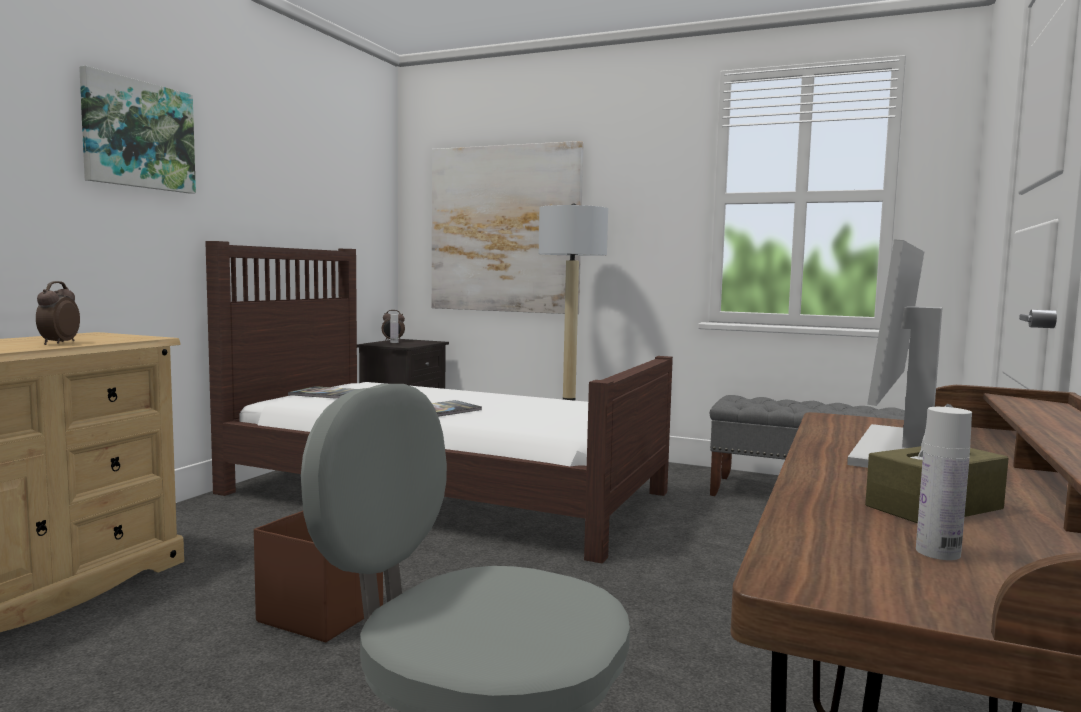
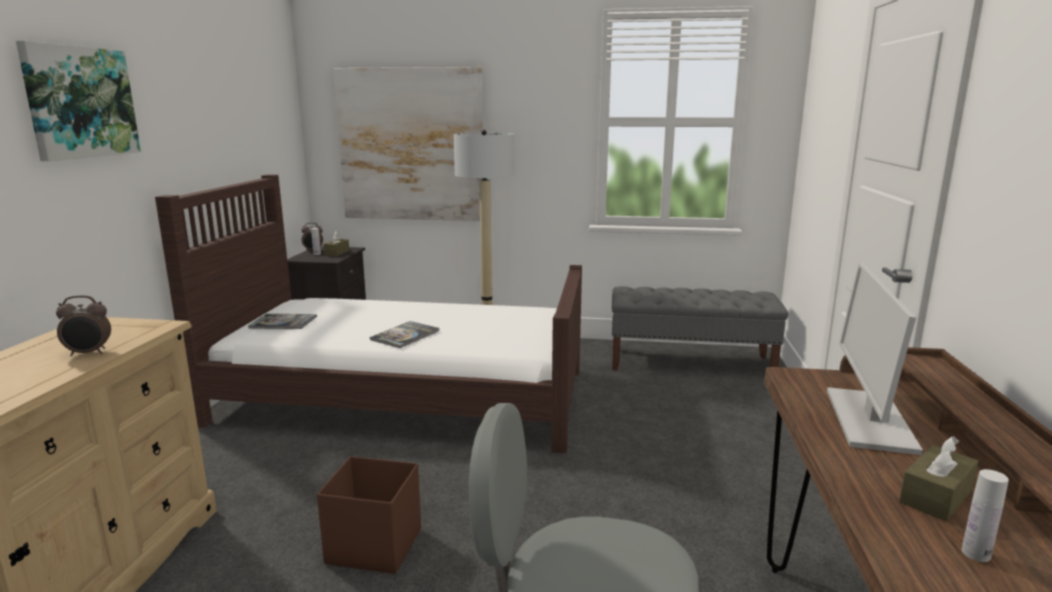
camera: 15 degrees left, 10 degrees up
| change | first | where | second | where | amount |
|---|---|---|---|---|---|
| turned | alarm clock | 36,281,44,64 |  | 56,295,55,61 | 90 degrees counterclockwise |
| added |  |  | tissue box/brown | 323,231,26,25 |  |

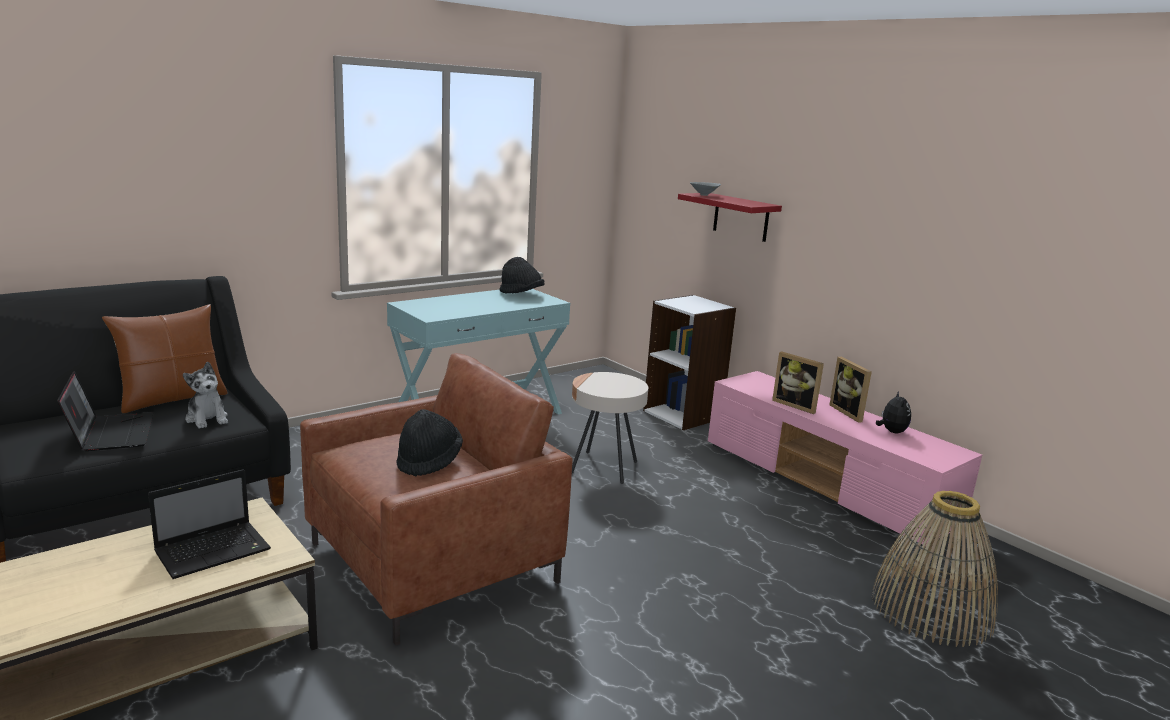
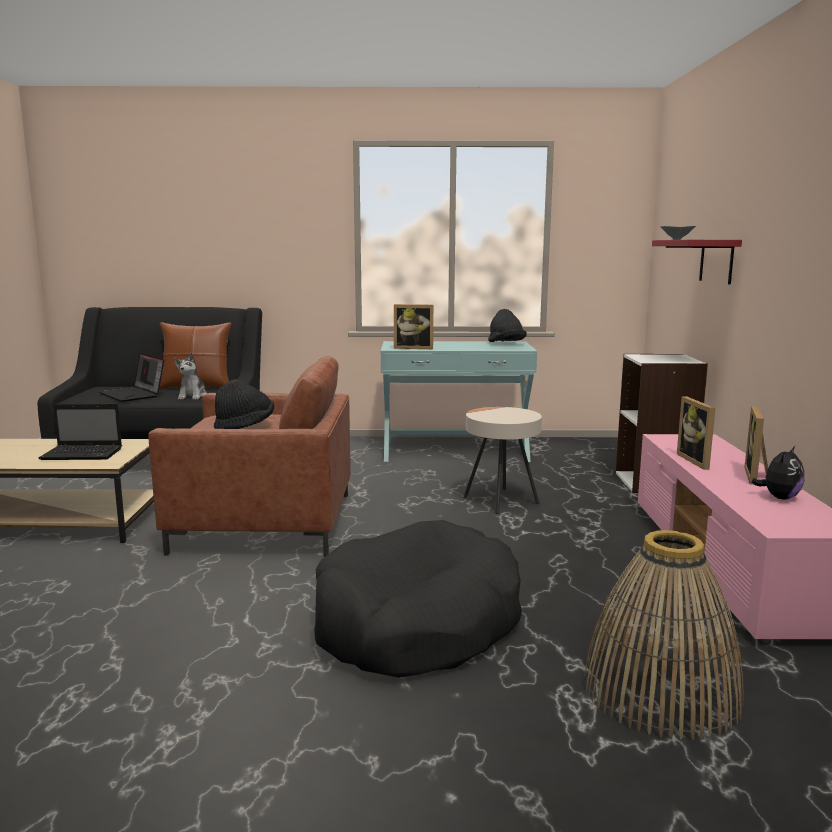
camera: 40 degrees right, 5 degrees down
| change | first | where | second | where | amount |
|---|---|---|---|---|---|
| turned | laptop | 57,371,96,80 |  | 99,353,65,49 | 120 degrees clockwise |
| added |  |  | dog bed/black | 314,520,208,158 |  |
| added |  |  | picture frame | 394,304,39,45 |  |

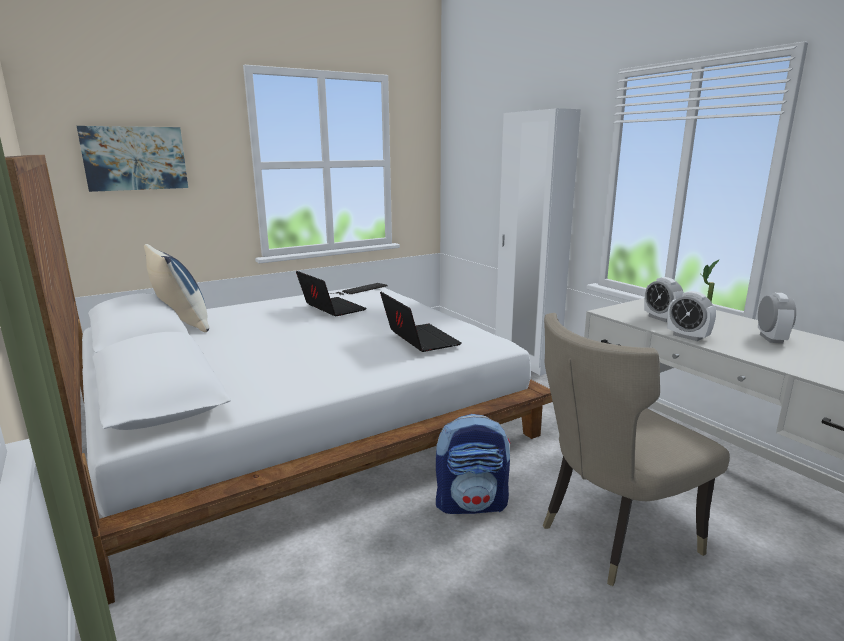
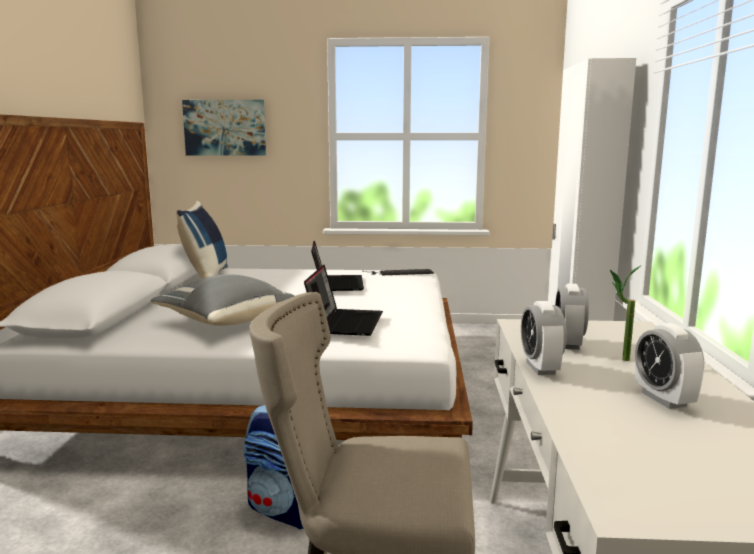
camera: 35 degrees right, 5 degrees down
| change | first | where | second | where | amount |
|---|---|---|---|---|---|
| added |  |  | pillow/grey | 151,274,143,52 |  |
| turned | alarm clock | 758,293,38,50 |  | 635,323,69,86 | 120 degrees clockwise |

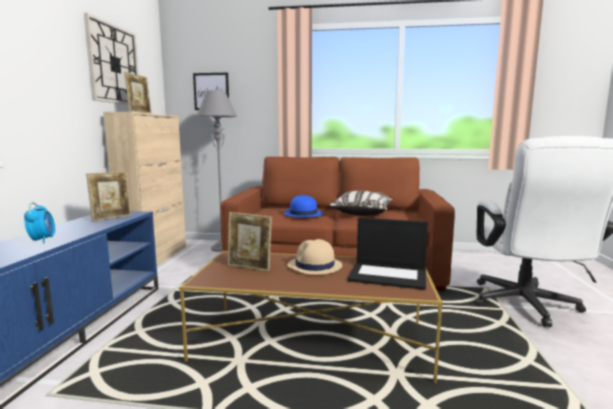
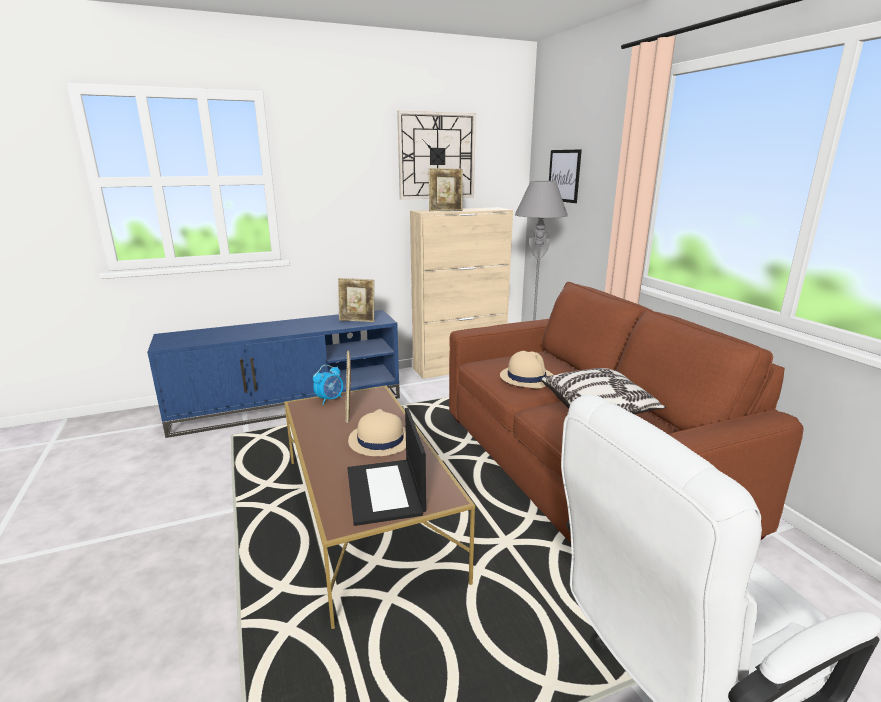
camera: 60 degrees right, 10 degrees up
| change | first | where | second | where | amount |
|---|---|---|---|---|---|
| moved | alarm clock | 24,202,31,41 |  | 313,365,30,40 |  |
| recoloured | hat/blue | 284,195,39,22 | hat/beige | 500,351,53,37 |  |

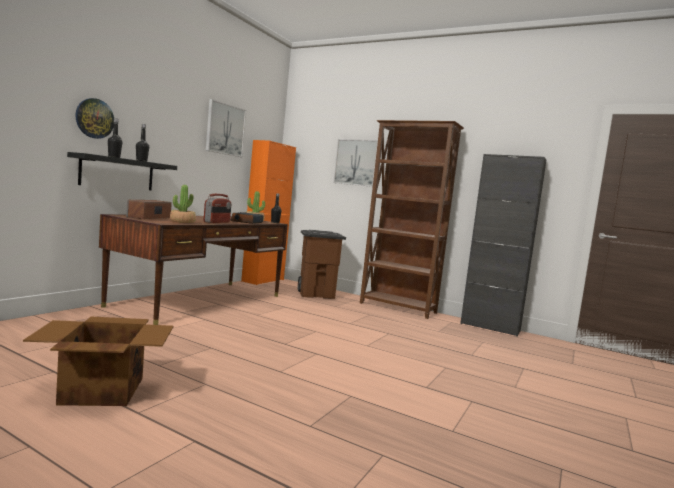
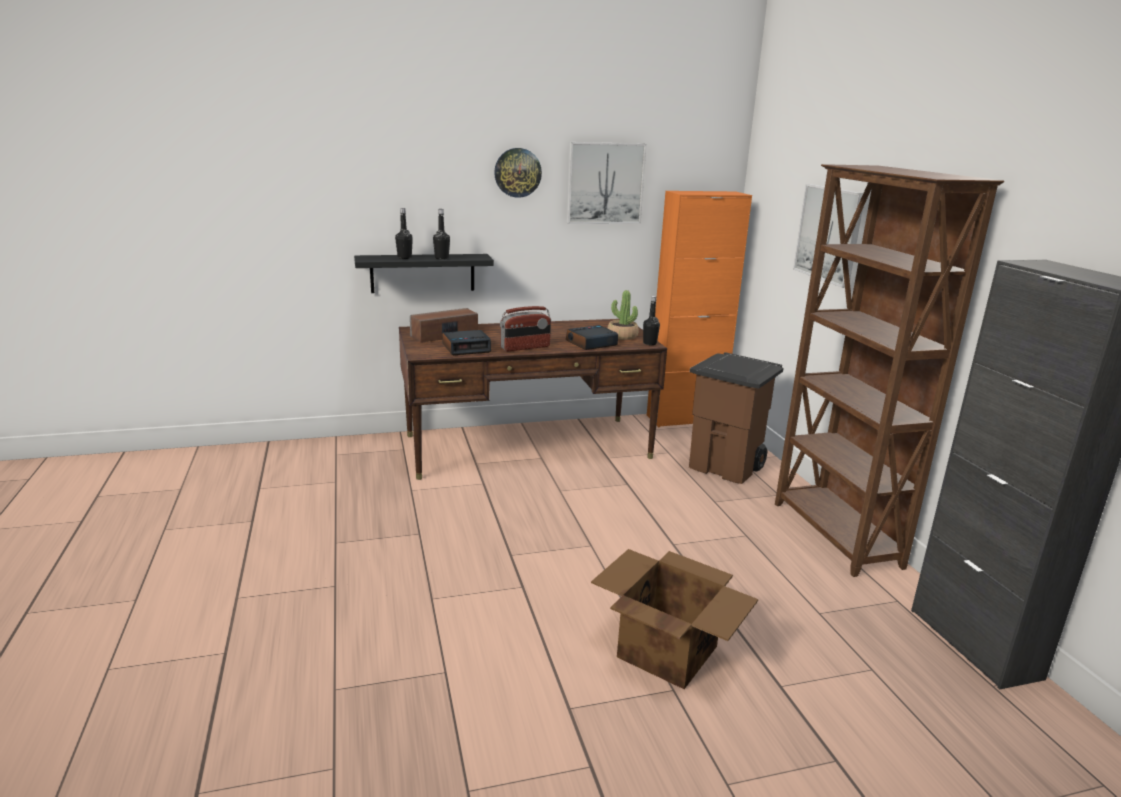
camera: 45 degrees right, 15 degrees up
| change | first | where | second | where | amount |
|---|---|---|---|---|---|
| replaced | potted plant | 170,185,26,38 | alarm clock | 442,330,49,25 |  |
| moved | wall clock | 75,98,39,41 |  | 494,148,48,50 |  |
| moved | cardboard box | 23,317,151,89 |  | 591,549,167,140 |  |

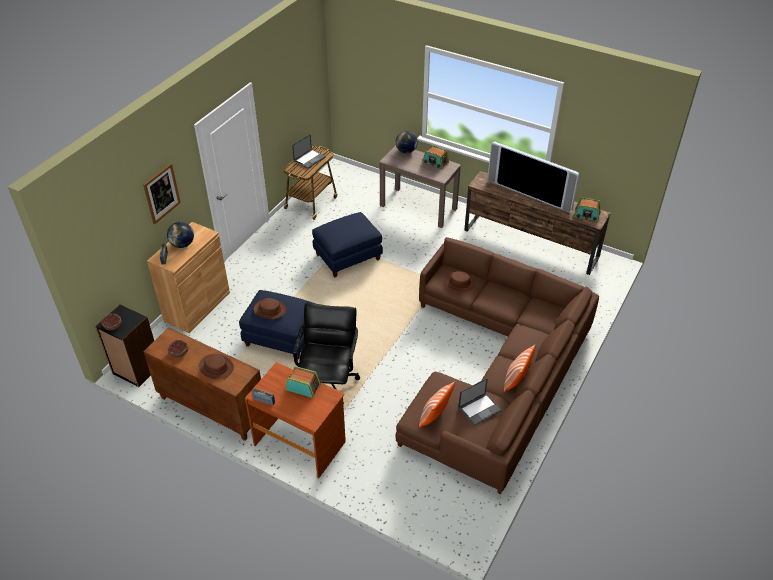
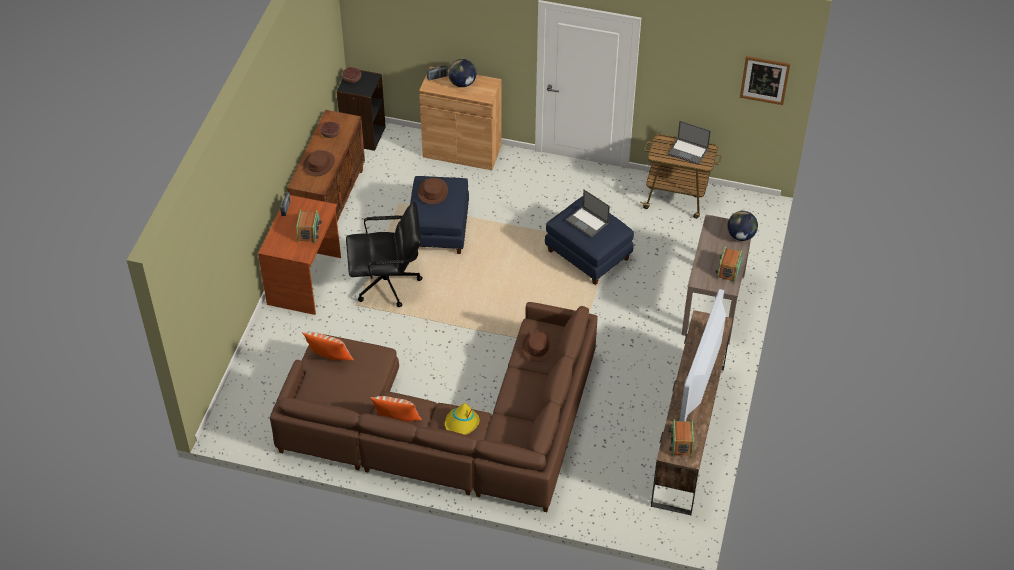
camera: 75 degrees right, 5 degrees up
| change | first | where | second | where | amount |
|---|---|---|---|---|---|
| added |  |  | hat/yellow | 445,403,35,32 |  |
| moved | laptop | 458,378,44,48 |  | 566,190,44,48 |  |
| moved | picture | 143,163,38,61 |  | 740,56,50,49 |  |

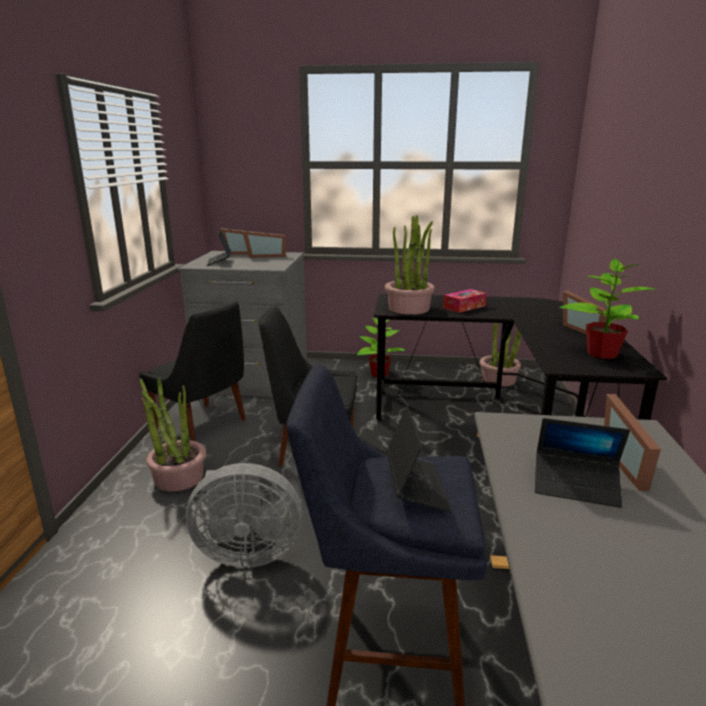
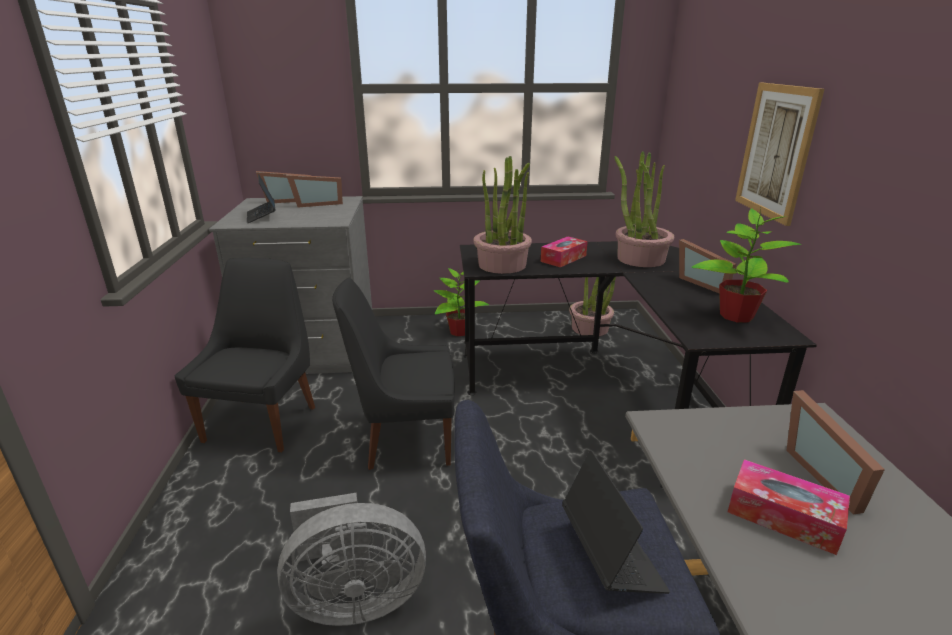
camera: 10 degrees left, 5 degrees up
| change | first | where | second | where | amount |
|---|---|---|---|---|---|
| turned | chair/black | 140,302,106,139 |  | 174,258,141,194 | 105 degrees counterclockwise |
| moved | potted plant | 140,378,66,114 |  | 614,151,60,116 |  |
| replaced | laptop | 535,418,95,90 | tissue box | 728,459,122,96 |  |
| added |  |  | picture | 735,83,89,143 |  |

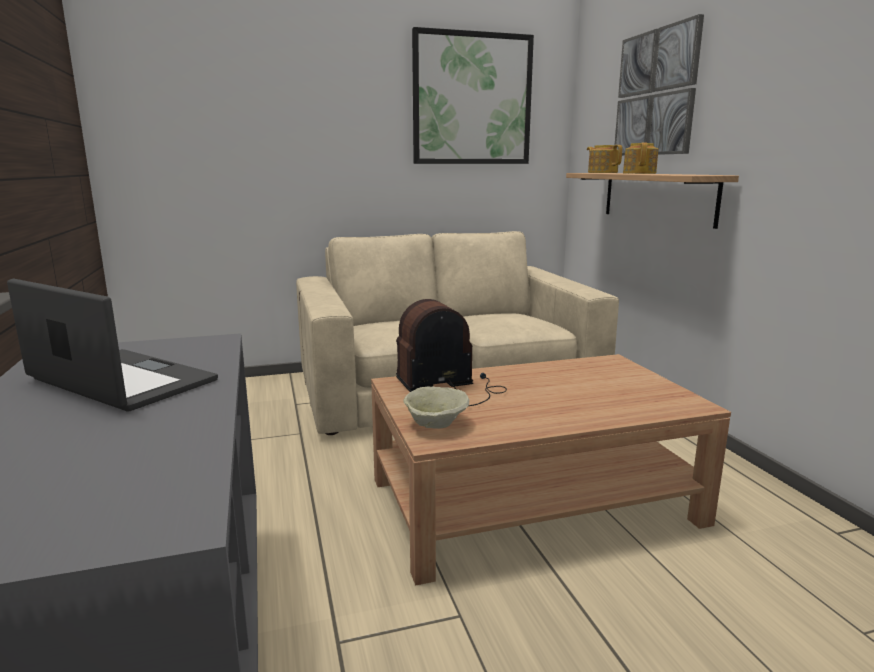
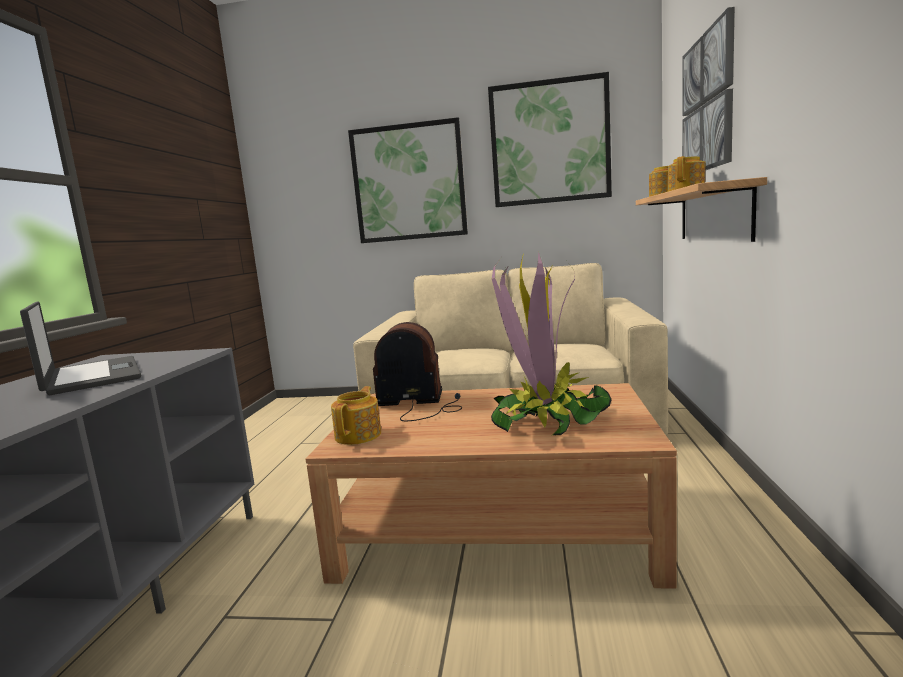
camera: 25 degrees right, 5 degrees down
| change | first | where | second | where | amount |
|---|---|---|---|---|---|
| replaced | bowl/beige | 403,386,67,43 | teapot | 331,386,50,59 |  |
| added |  |  | picture | 348,117,120,126 |  |
| added |  |  | potted plant | 491,251,121,184 |  |

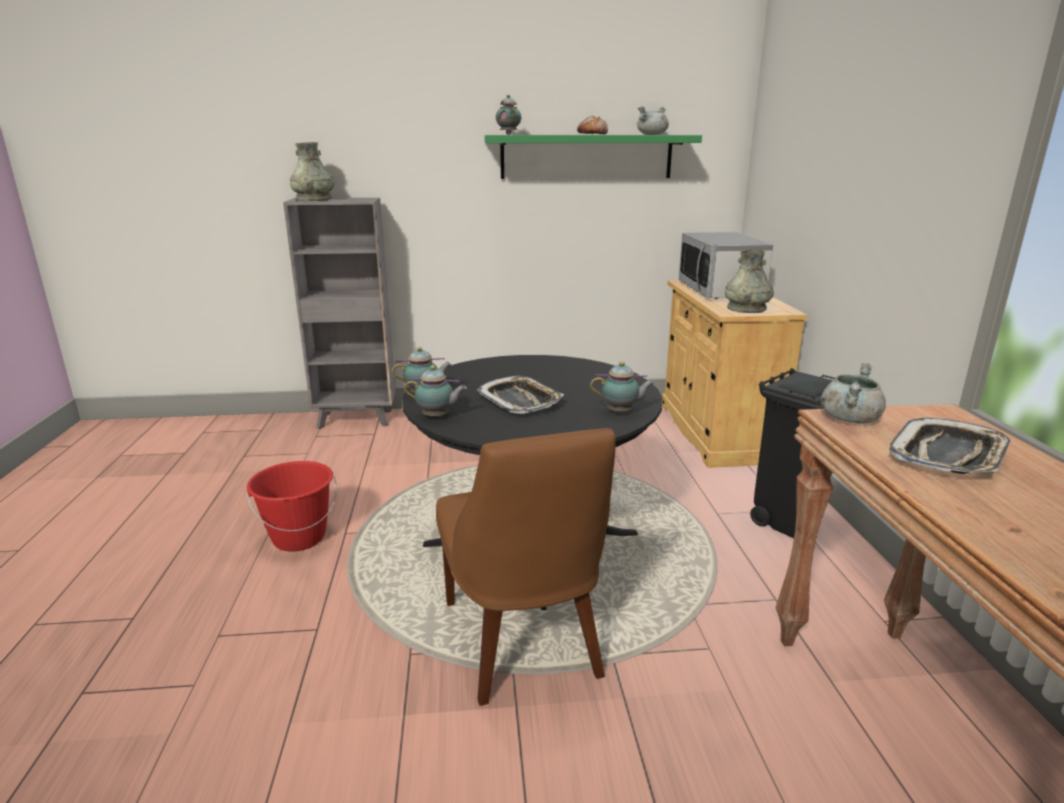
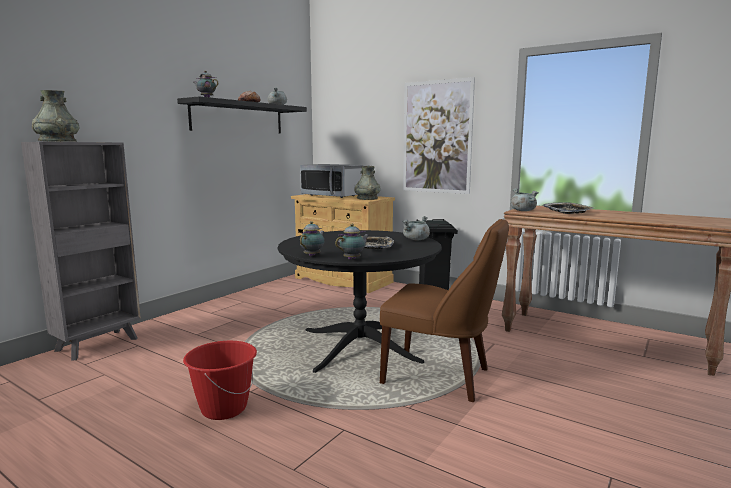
camera: 50 degrees left, 10 degrees down
| change | first | where | second | where | amount |
|---|---|---|---|---|---|
| recoloured | shelf/green | 485,135,217,44 | shelf/black | 177,96,130,37 |  |
| replaced | teapot | 590,362,65,51 | cooking pot/grey | 402,216,28,25 |  |
| added |  |  | picture | 403,77,72,117 |  |

